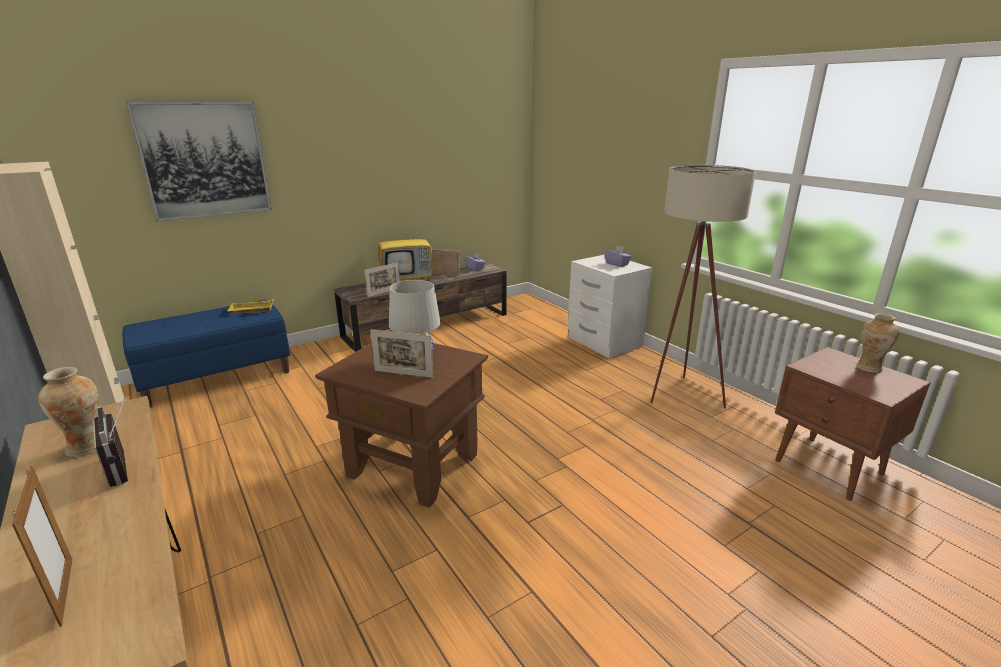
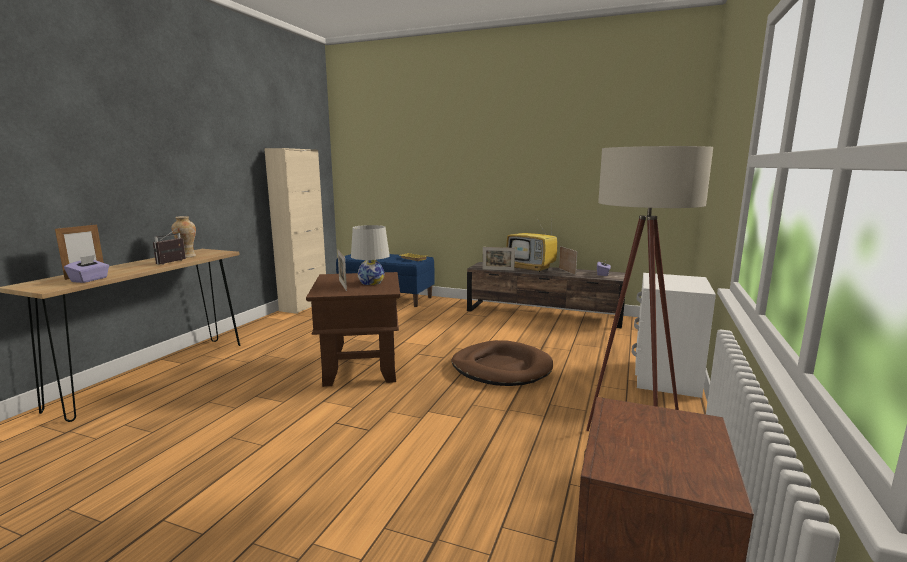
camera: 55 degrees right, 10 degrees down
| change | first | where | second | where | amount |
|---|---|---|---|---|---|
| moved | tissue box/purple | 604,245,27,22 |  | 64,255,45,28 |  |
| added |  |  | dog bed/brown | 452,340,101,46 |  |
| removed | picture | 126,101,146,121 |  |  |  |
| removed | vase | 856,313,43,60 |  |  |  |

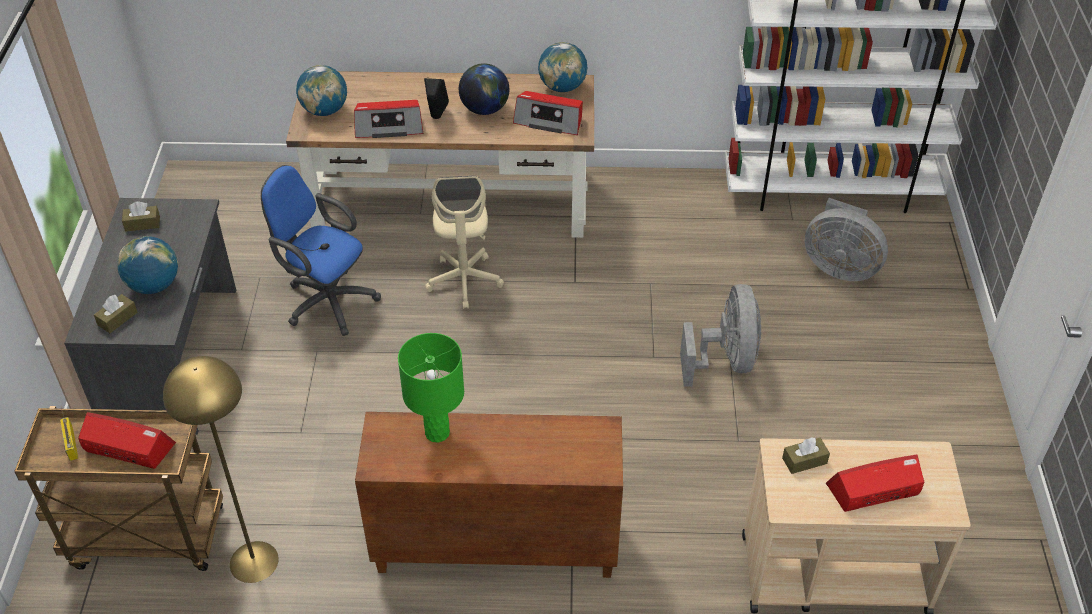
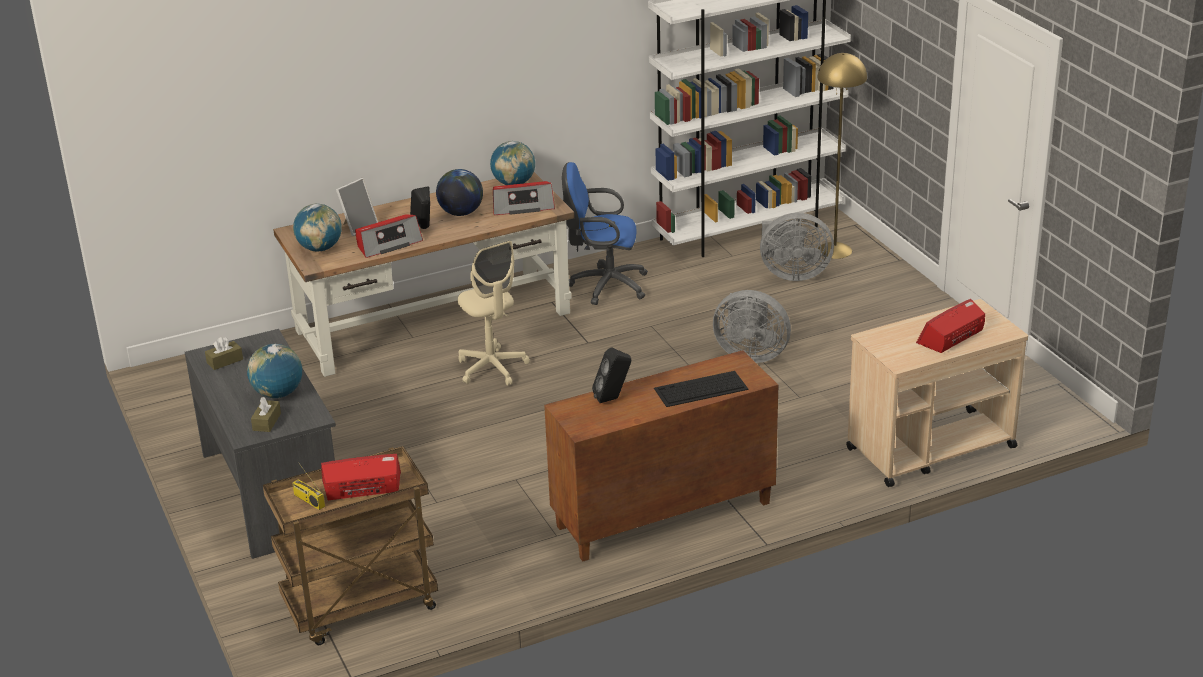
camera: 25 degrees left, 15 degrees down
| change | first | where | second | where | amount |
|---|---|---|---|---|---|
| added |  |  | picture frame | 336,178,42,58 |  |
| moved | office chair/blue | 261,165,120,171 |  | 562,162,86,143 |  |
| replaced | table lamp/green | 398,333,66,110 | speaker/black | 592,347,39,56 |  |
| added |  |  | keyboard | 654,371,95,36 |  |
| turned | fan/grey | 680,284,81,103 |  | 713,290,78,73 | 135 degrees clockwise |
| moved | floor lamp/yellow | 163,356,116,227 |  | 817,53,50,206 |  |
| removed | tissue box/brown | 782,437,48,37 |  |  |  |

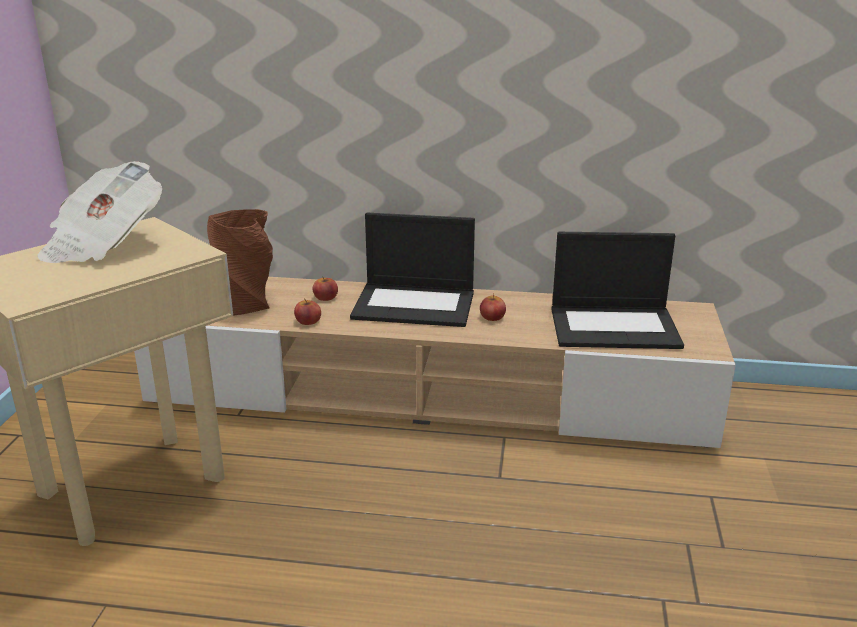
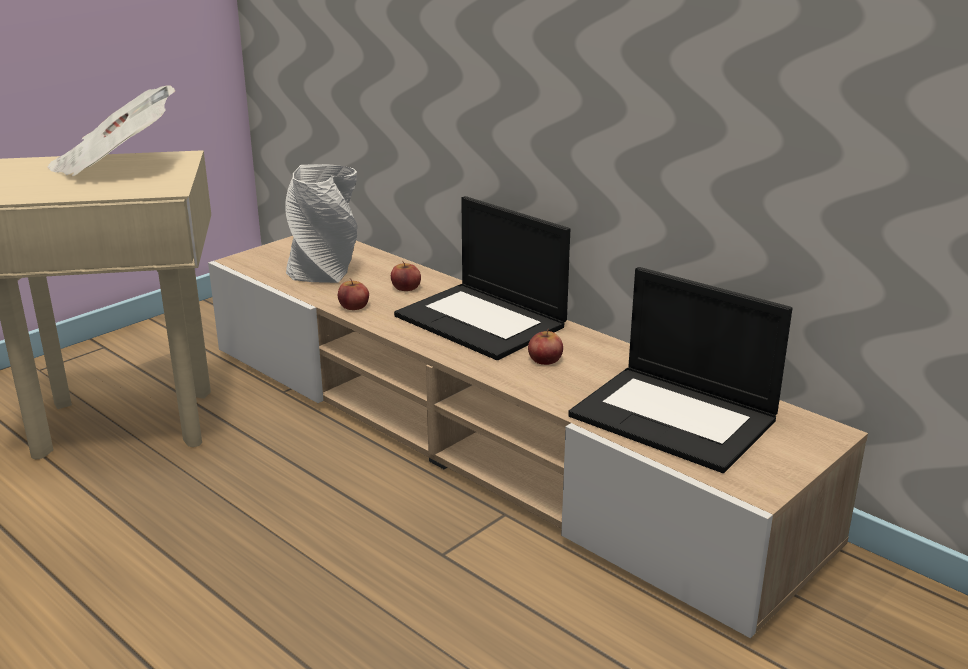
camera: 35 degrees right, 0 degrees up
| change | first | where | second | where | amount |
|---|---|---|---|---|---|
| recoloured | vase/brown | 207,209,66,107 | vase/grey | 285,164,72,119 |  |

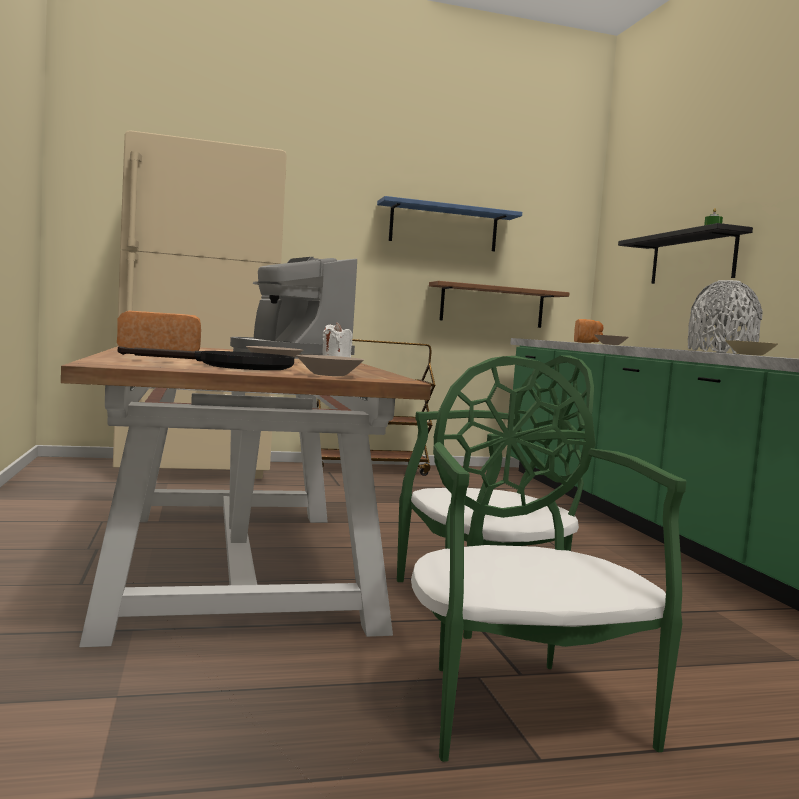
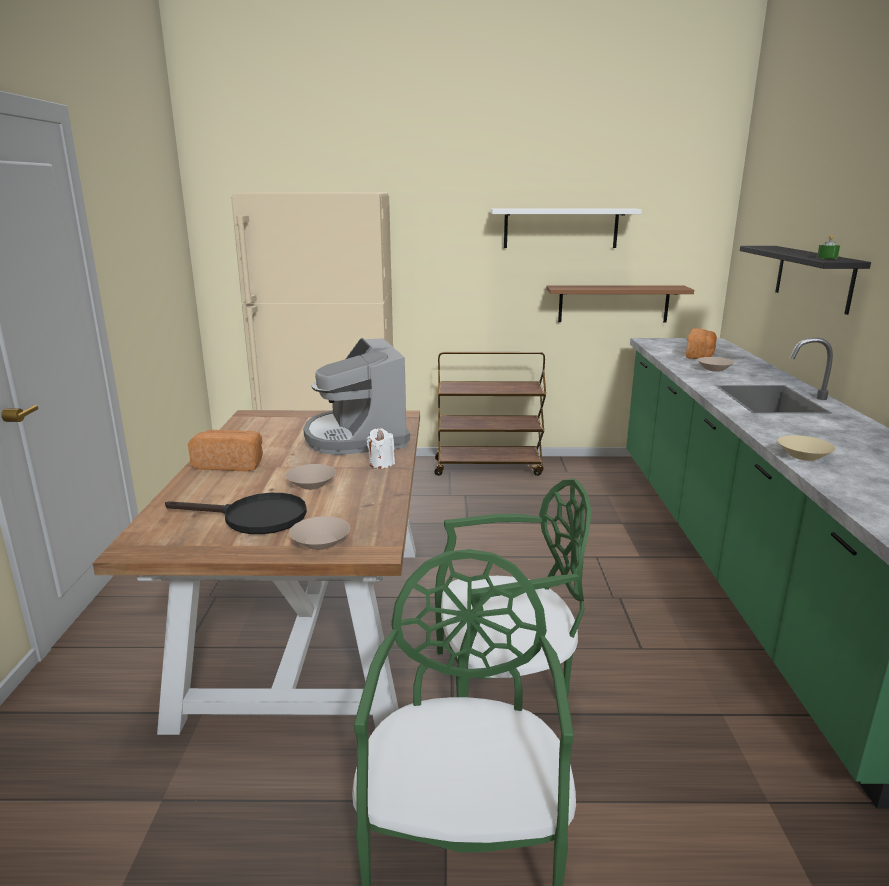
camera: 15 degrees right, 15 degrees up
| change | first | where | second | where | amount |
|---|---|---|---|---|---|
| recoloured | shelf/blue | 377,196,145,56 | shelf/white | 491,208,151,40 |  |
| removed | vase/grey | 688,280,74,74 |  |  |  |

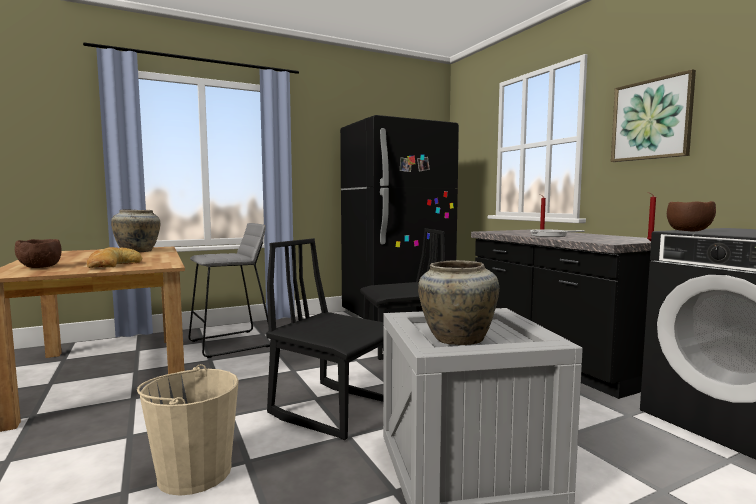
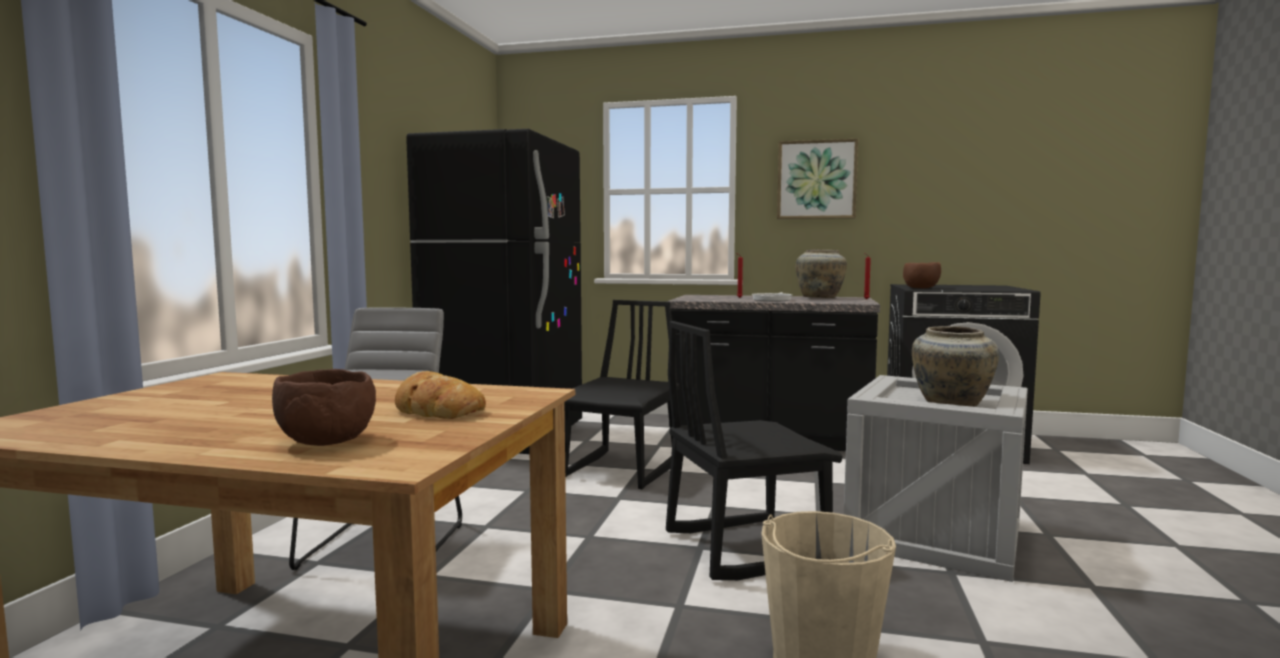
camera: 50 degrees left, 0 degrees up
| change | first | where | second | where | amount |
|---|---|---|---|---|---|
| moved | vase/beige | 111,209,50,43 |  | 795,250,52,48 |  |

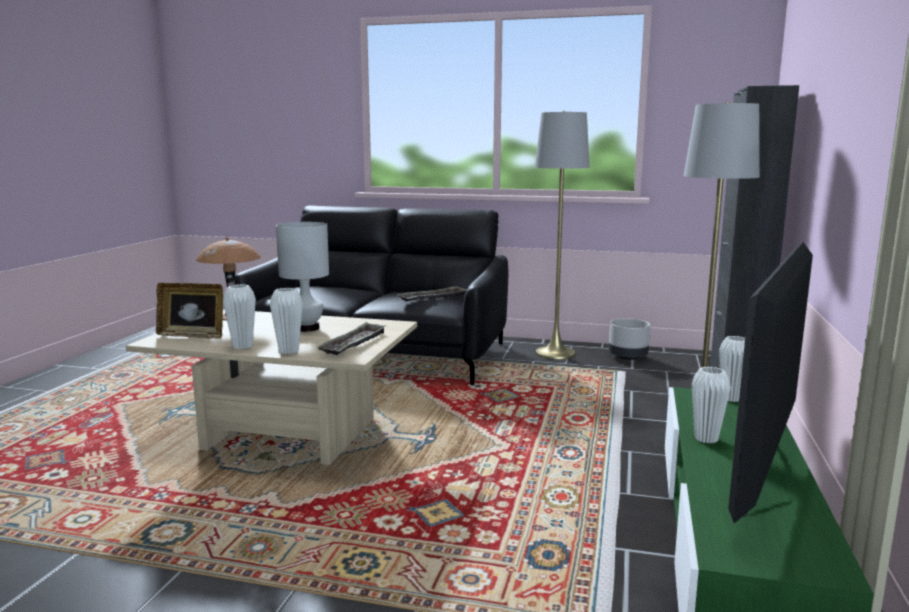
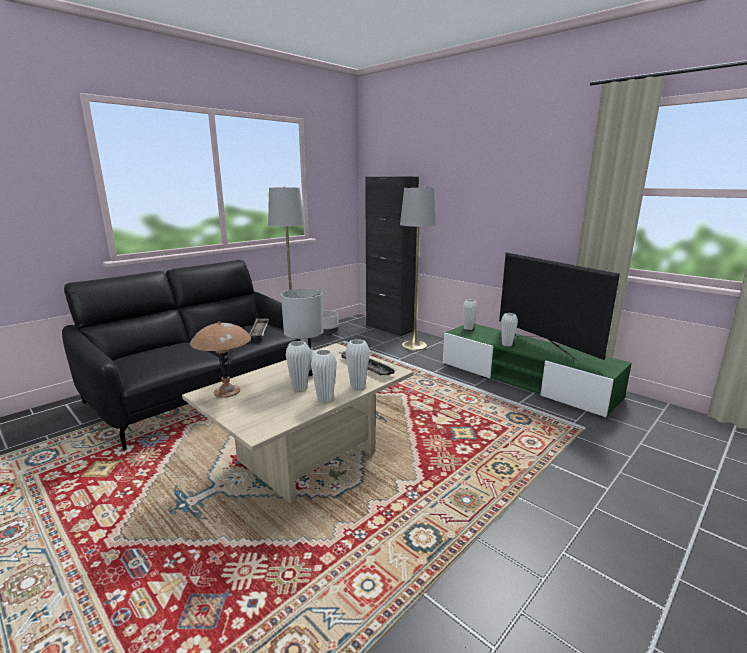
camera: 60 degrees left, 5 degrees up
| change | first | where | second | where | amount |
|---|---|---|---|---|---|
| added |  |  | vase/white | 286,341,24,50 |  |
| removed | picture frame | 156,283,67,56 |  |  |  |

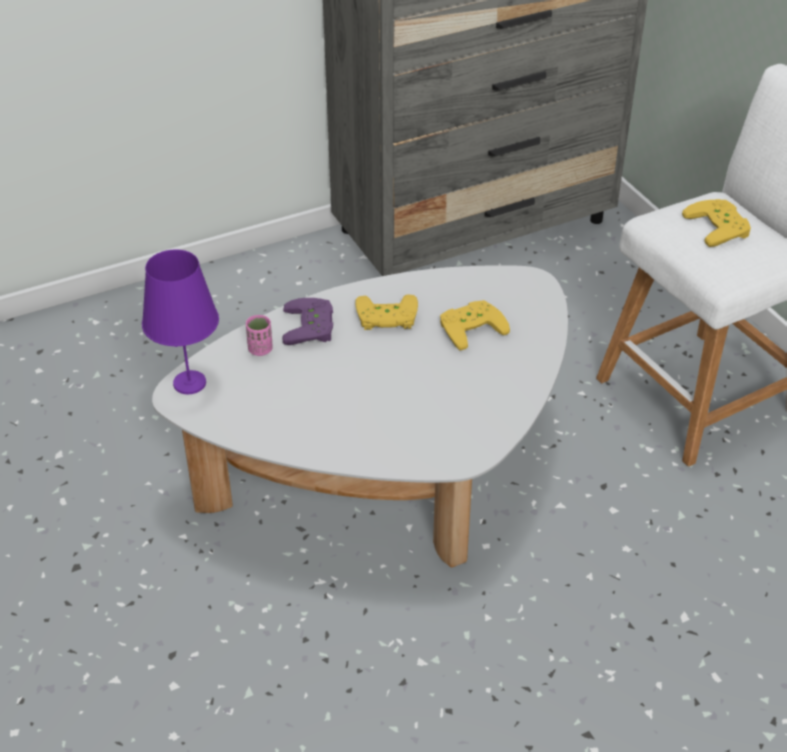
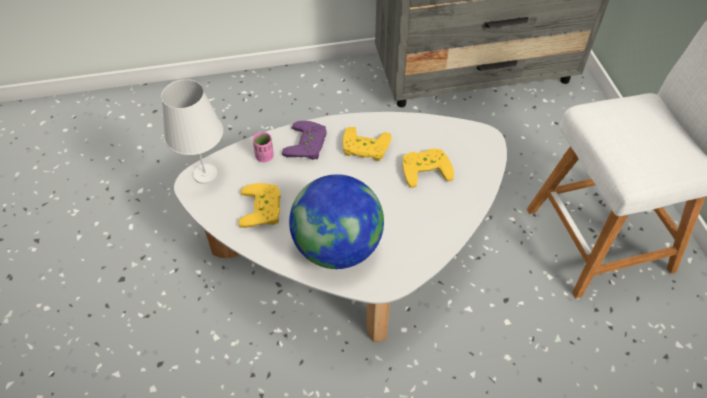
camera: 15 degrees right, 10 degrees up
| change | first | where | second | where | amount |
|---|---|---|---|---|---|
| recoloured | table lamp/purple | 142,249,77,145 | table lamp/white | 161,79,62,105 |  |
| moved | game controller/yellow | 682,199,69,48 |  | 238,183,43,45 |  |
| added |  |  | globe | 289,174,95,95 |  |

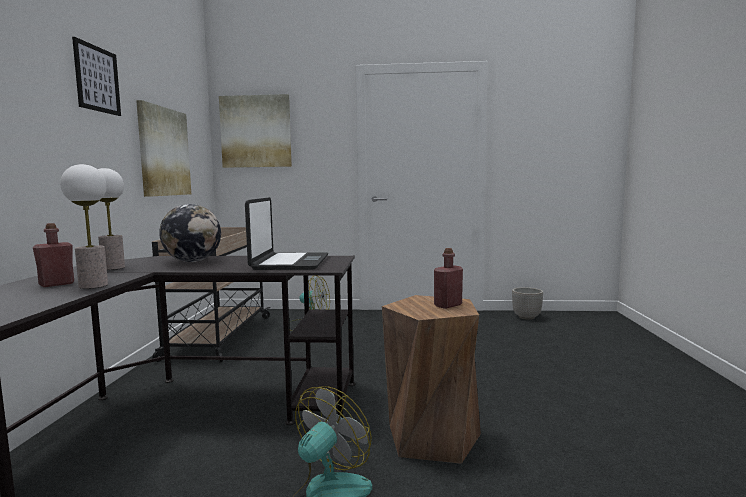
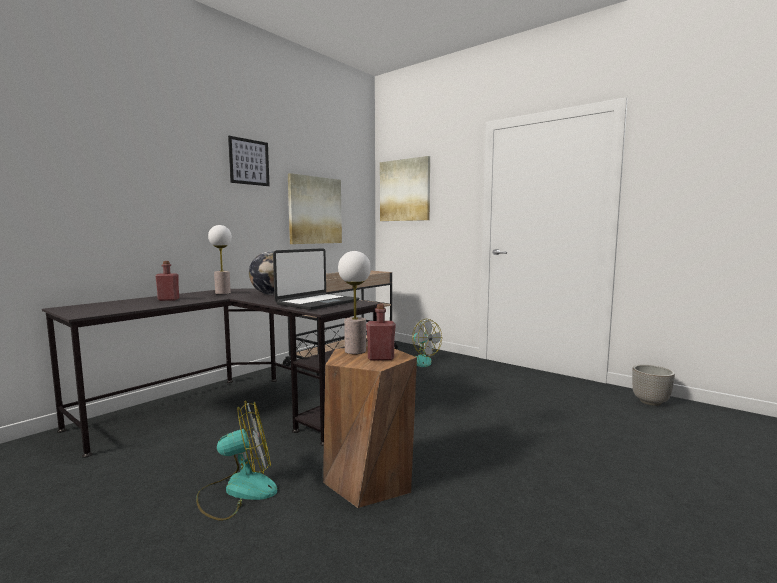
camera: 35 degrees right, 0 degrees up
| change | first | where | second | where | amount |
|---|---|---|---|---|---|
| moved | table lamp | 60,164,48,125 |  | 338,251,33,103 |  |

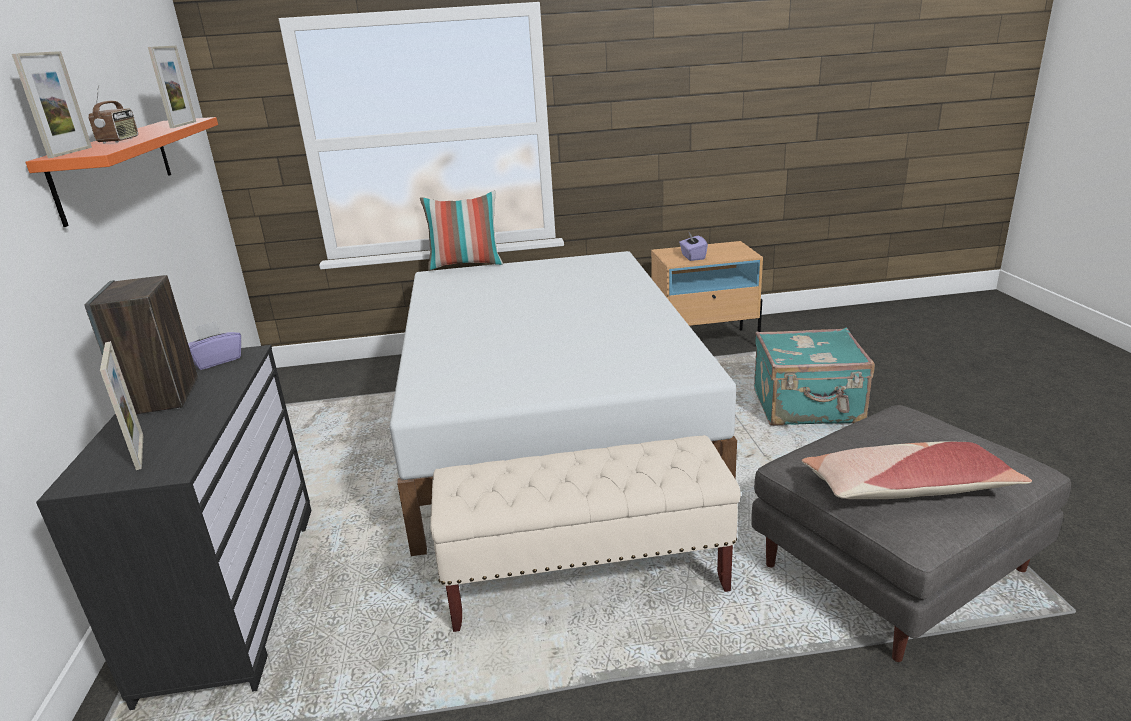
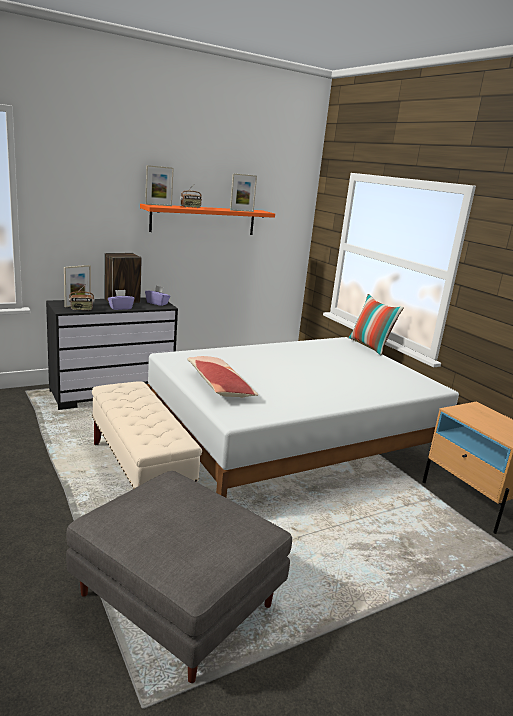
camera: 65 degrees right, 5 degrees down
| change | first | where | second | where | amount |
|---|---|---|---|---|---|
| added |  |  | radio | 69,284,25,26 |  |
| moved | tissue box/purple | 679,231,29,30 |  | 108,290,26,20 |  |
| moved | pillow | 802,441,230,58 |  | 187,356,71,42 |  |
| removed | suitcase/turquoise | 754,328,121,98 |  |  |  |

